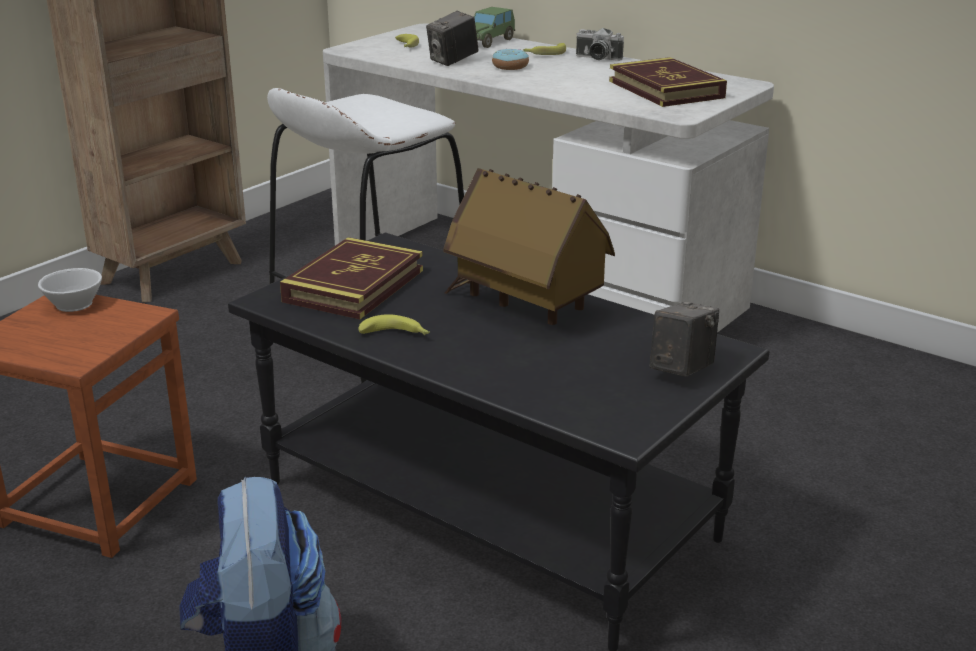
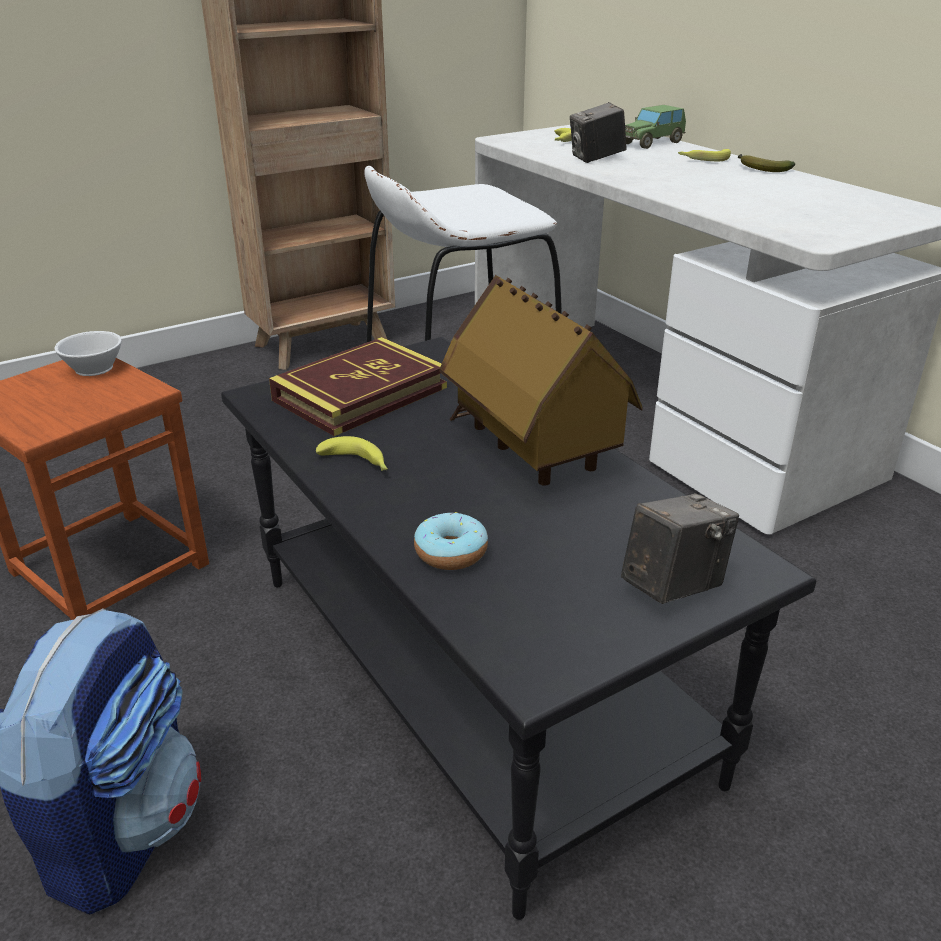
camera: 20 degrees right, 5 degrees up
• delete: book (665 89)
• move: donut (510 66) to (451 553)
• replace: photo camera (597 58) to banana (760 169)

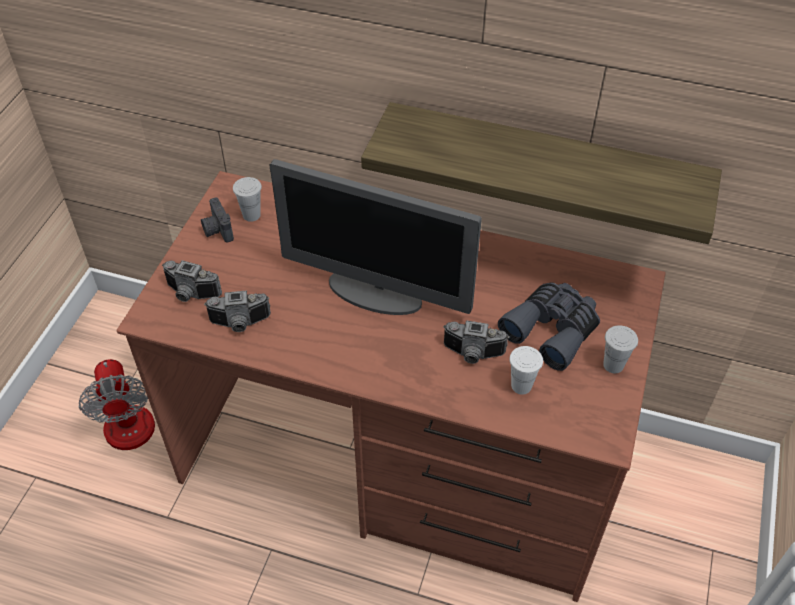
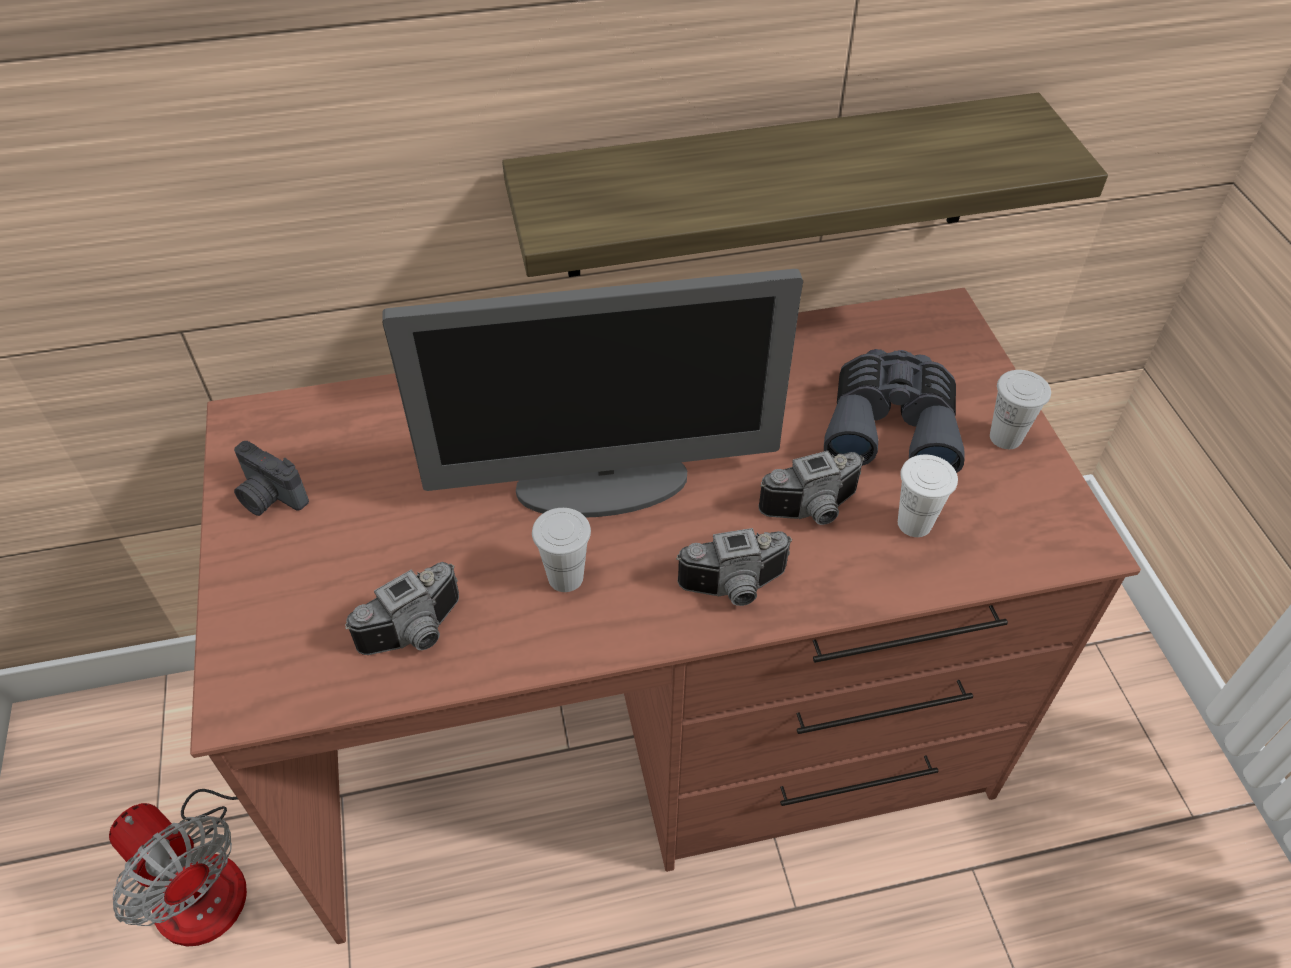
camera: 30 degrees left, 0 degrees up
• move: photo camera (190 294) to (735 589)
• move: cup in white (251 215) to (565 577)

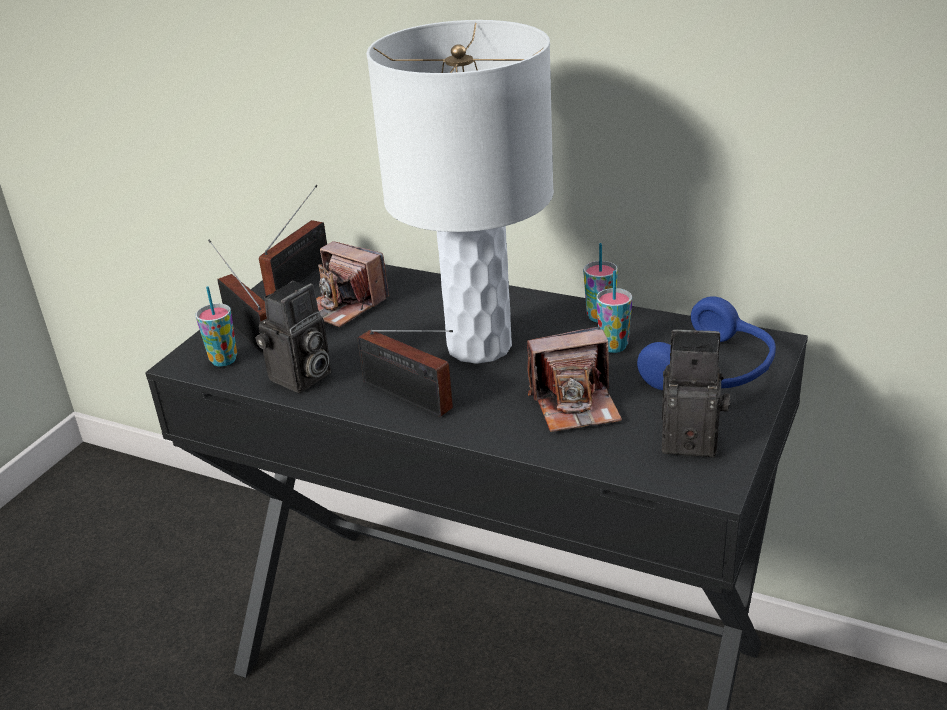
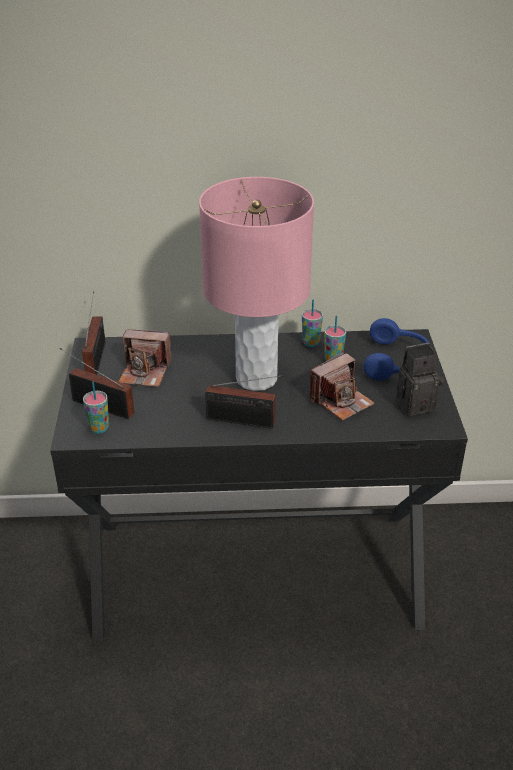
camera: 30 degrees left, 5 degrees up
• delete: photo camera (300 378)
• recolor: table lamp in white (479 346) to table lamp in pink (256 378)

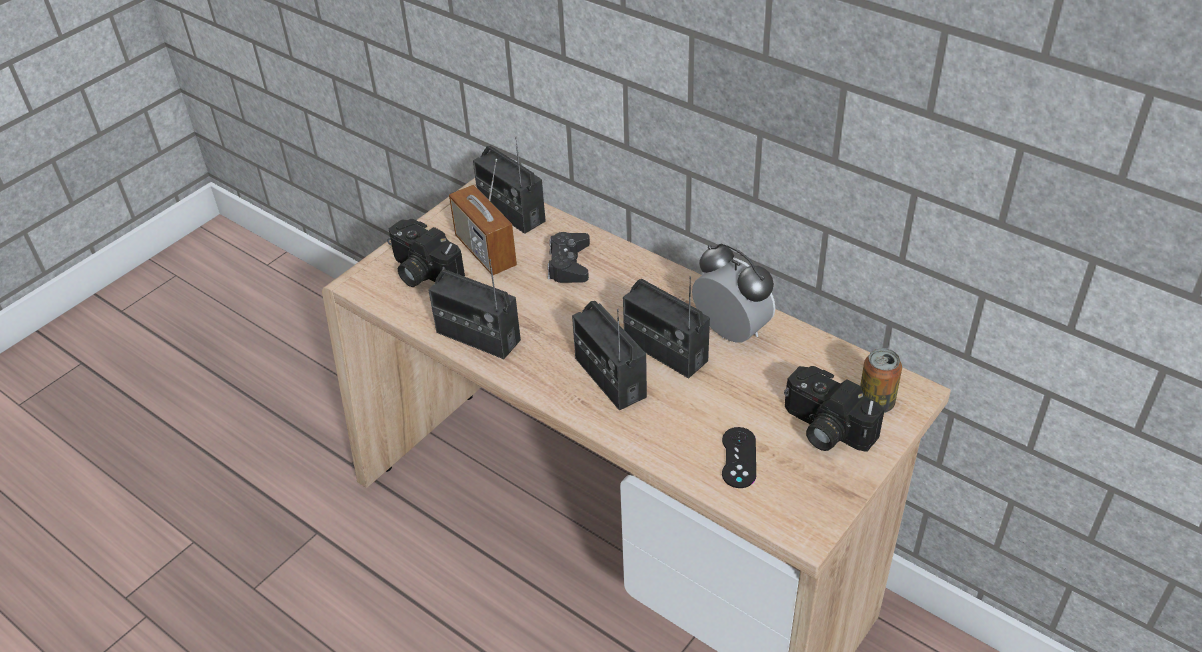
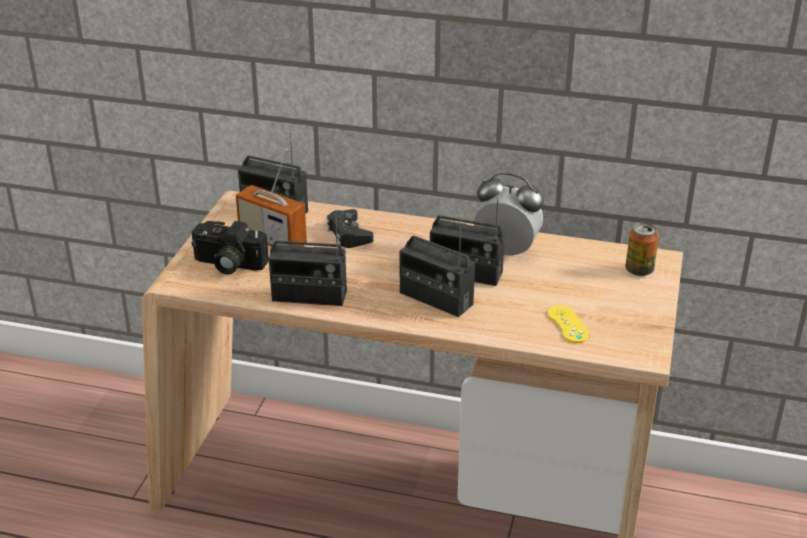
camera: 25 degrees left, 10 degrees down
• delete: photo camera (824 429)
• recolor: game controller in black (739 457) to game controller in yellow (568 324)

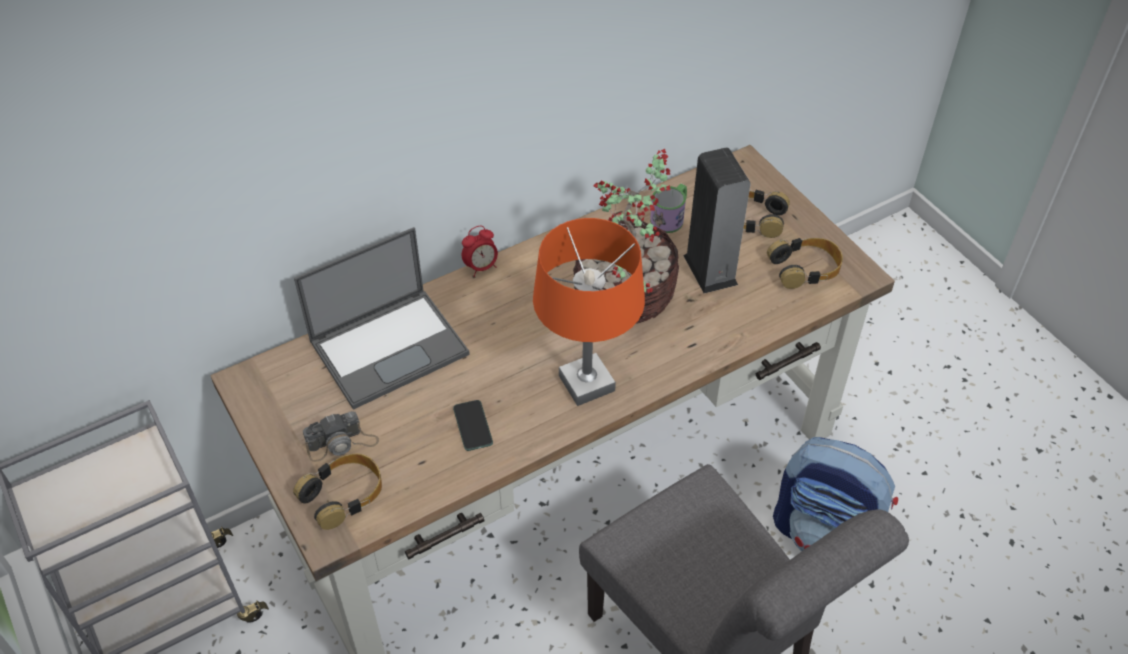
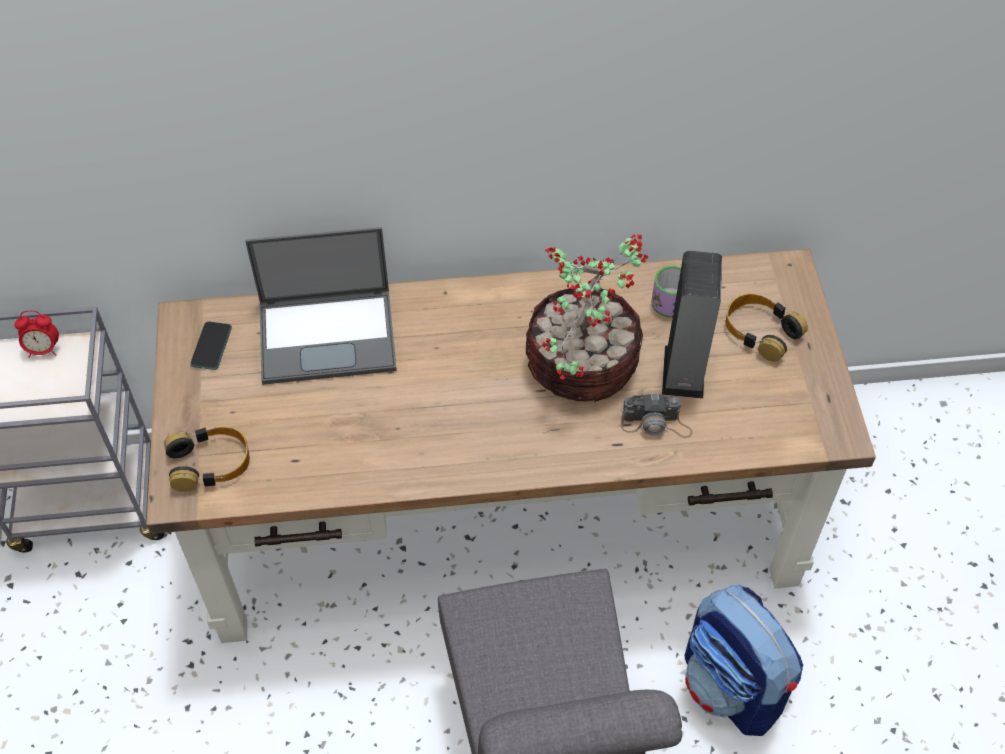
camera: 25 degrees right, 5 degrees up
• delete: table lamp in orange (586 383)
• delete: headphones (805 268)
• move: photo camera (342 443) to (656 423)
• move: phone (473 426) to (211 346)
• move: alarm clock (481 267) to (43 350)

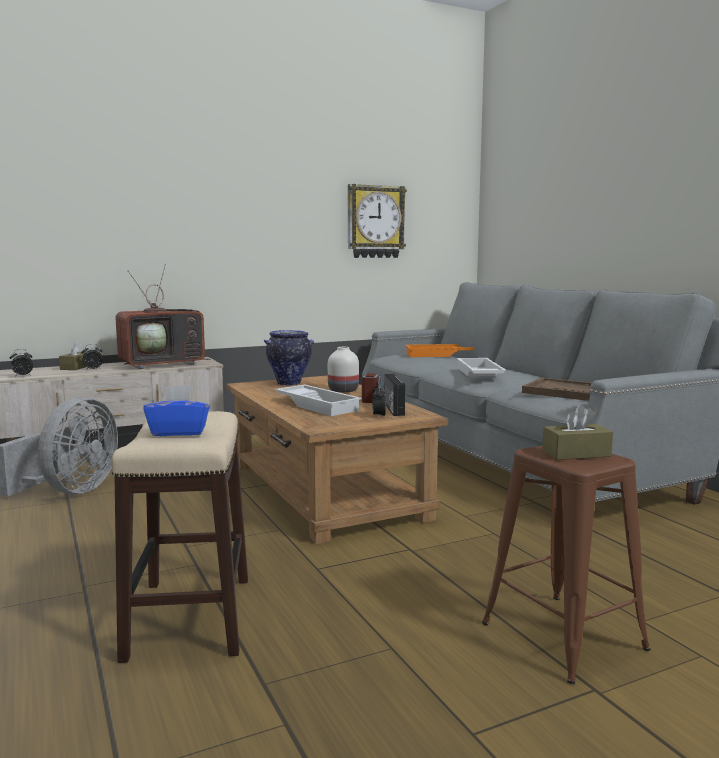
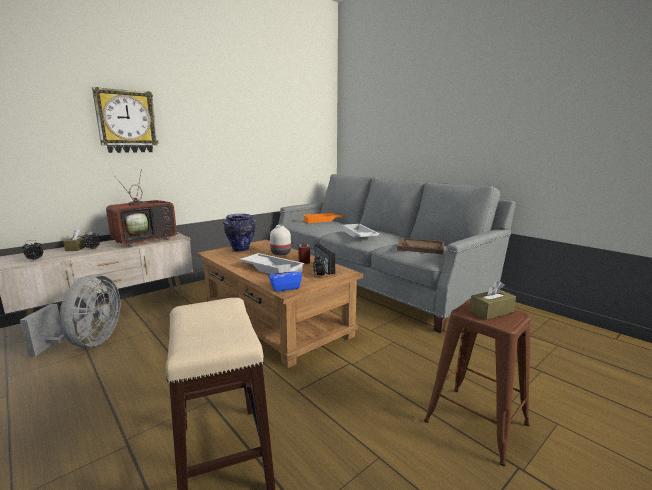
camera: 15 degrees left, 5 degrees up
• move: tissue box in blue (179 432) to (285 287)
• move: wall clock (375 222) to (126 122)

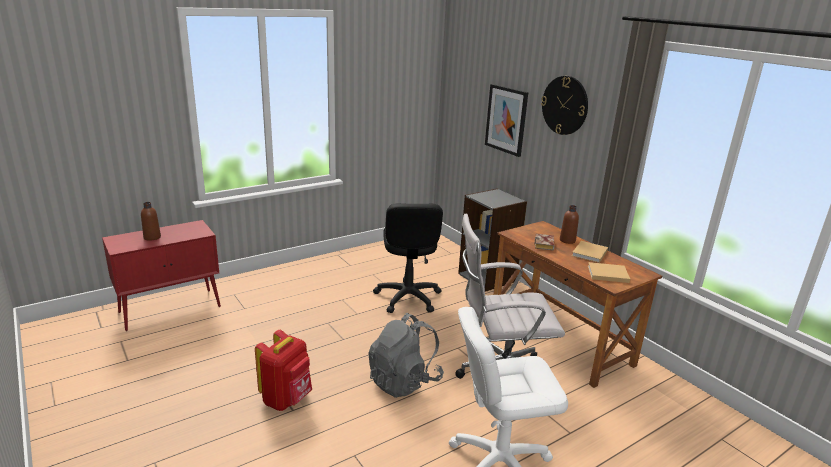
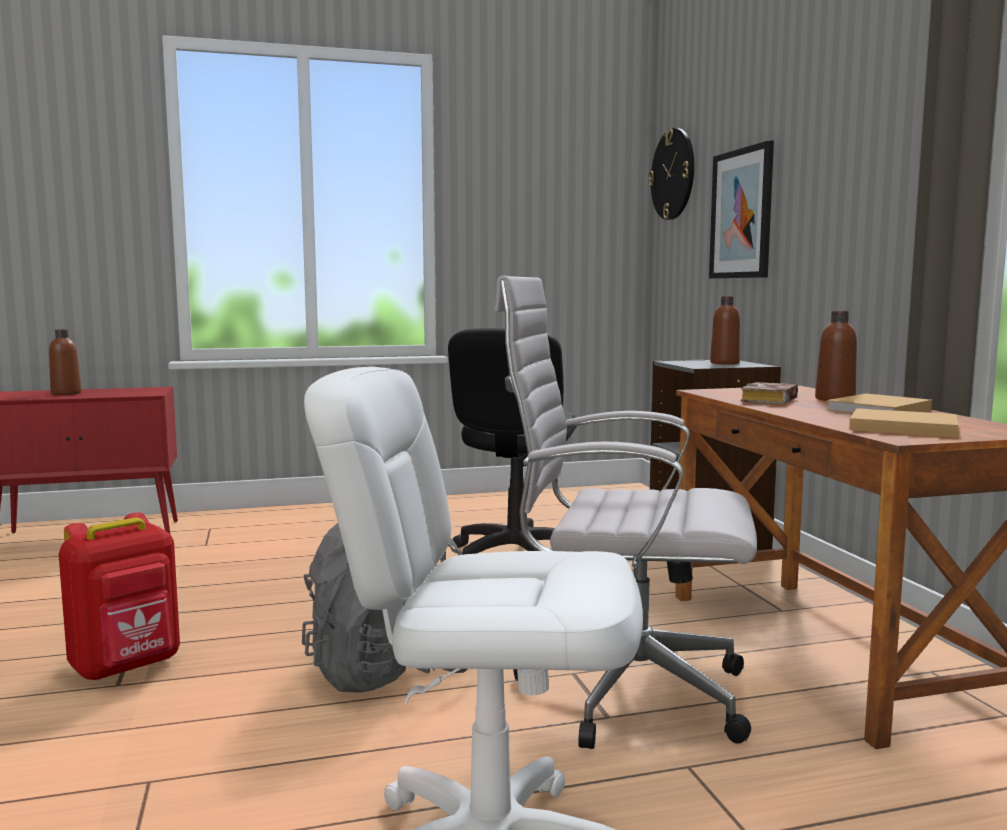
camera: 20 degrees right, 15 degrees down
• insert: bottle in brown (724 363)
• move: wall clock (565 105) to (673 174)

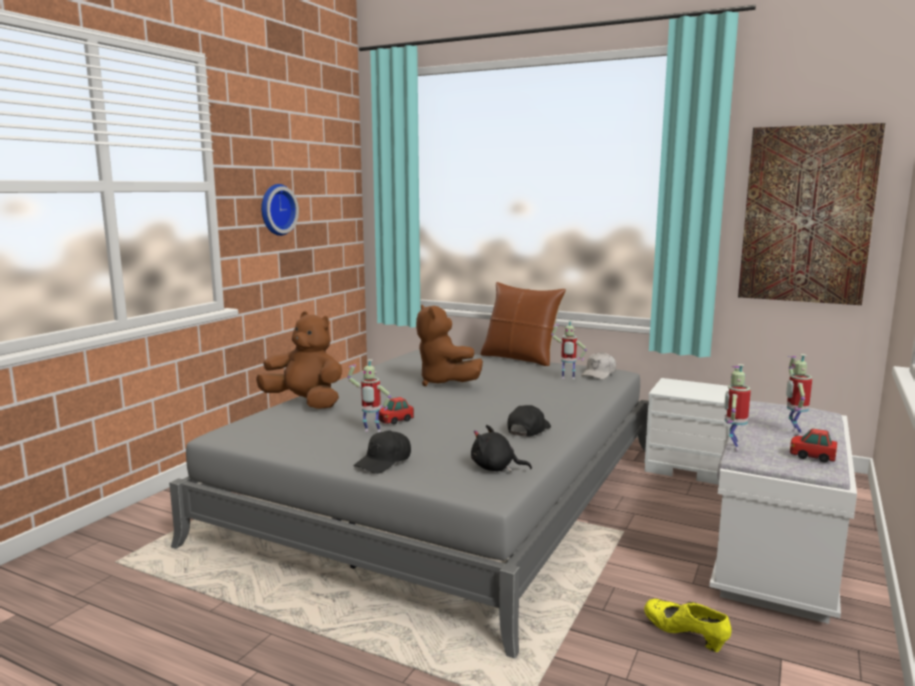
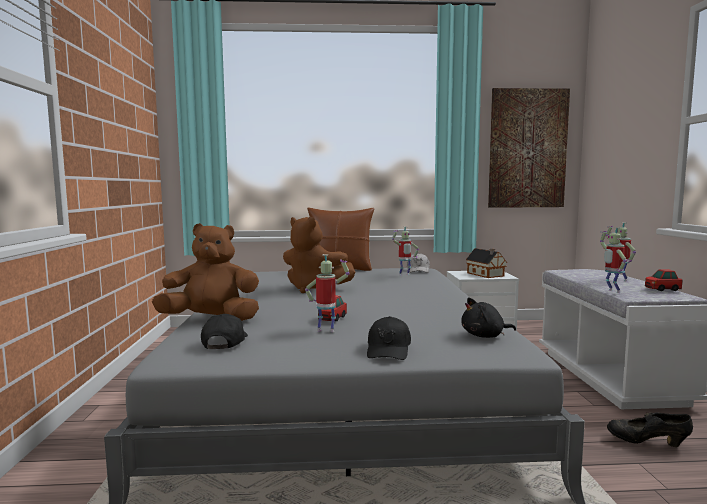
camera: 30 degrees left, 5 degrees down
• delete: wall clock (276 209)
• insert: toy house (486 275)
• move: cap in black (528 430) to (225 342)
• recolor: shoe in yellow (685 636) to shoe in black (647 443)
• rotate: toy robot (371 432) = (327 330) 150 degrees counterclockwise

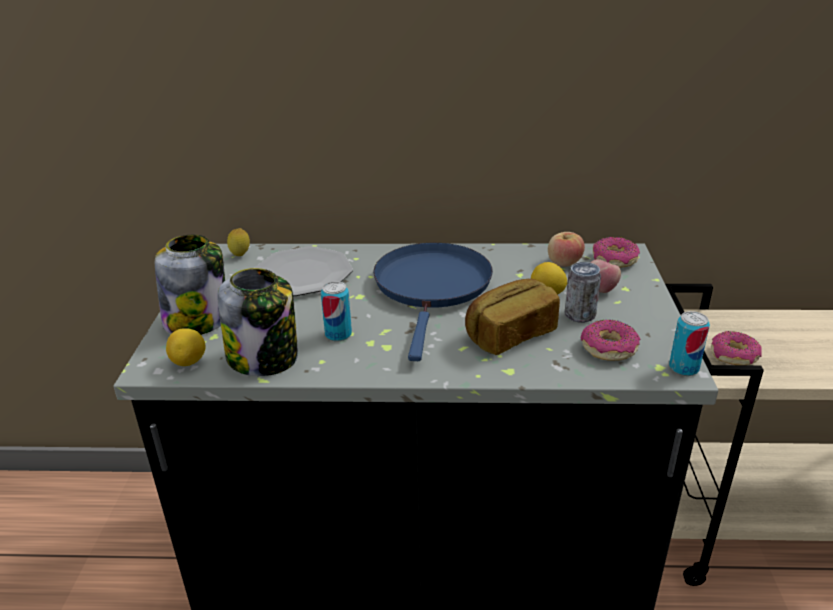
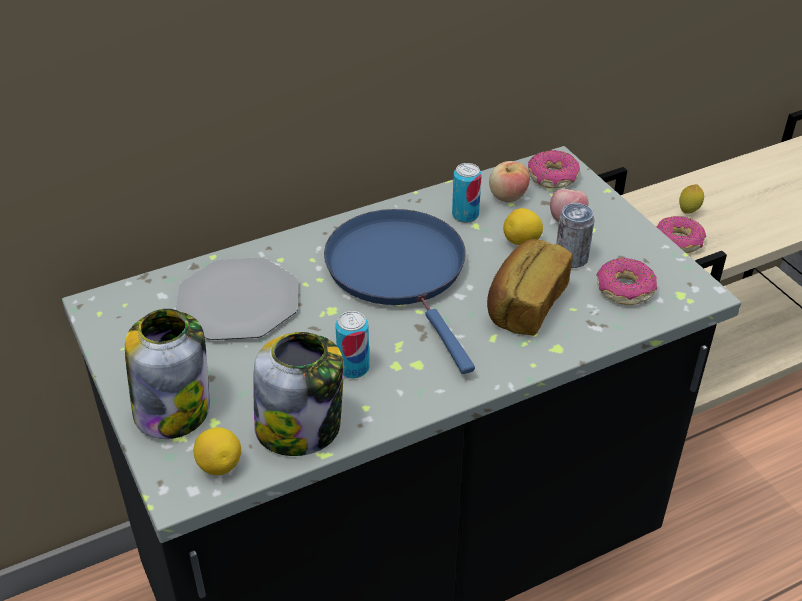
camera: 30 degrees left, 10 degrees up
• move: lemon (240 256) to (688 212)
• move: can (683 368) to (465 215)

